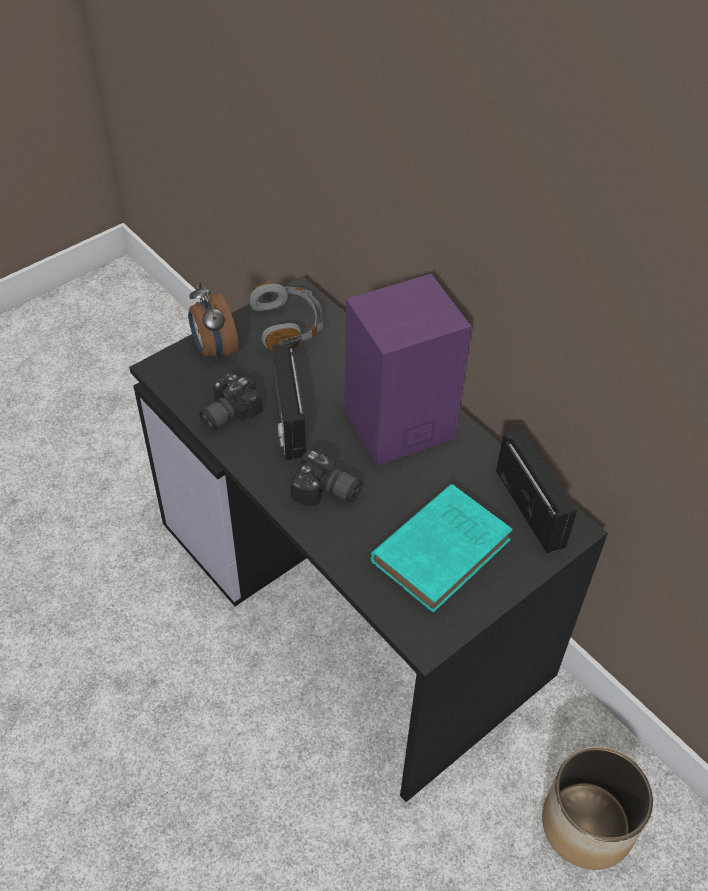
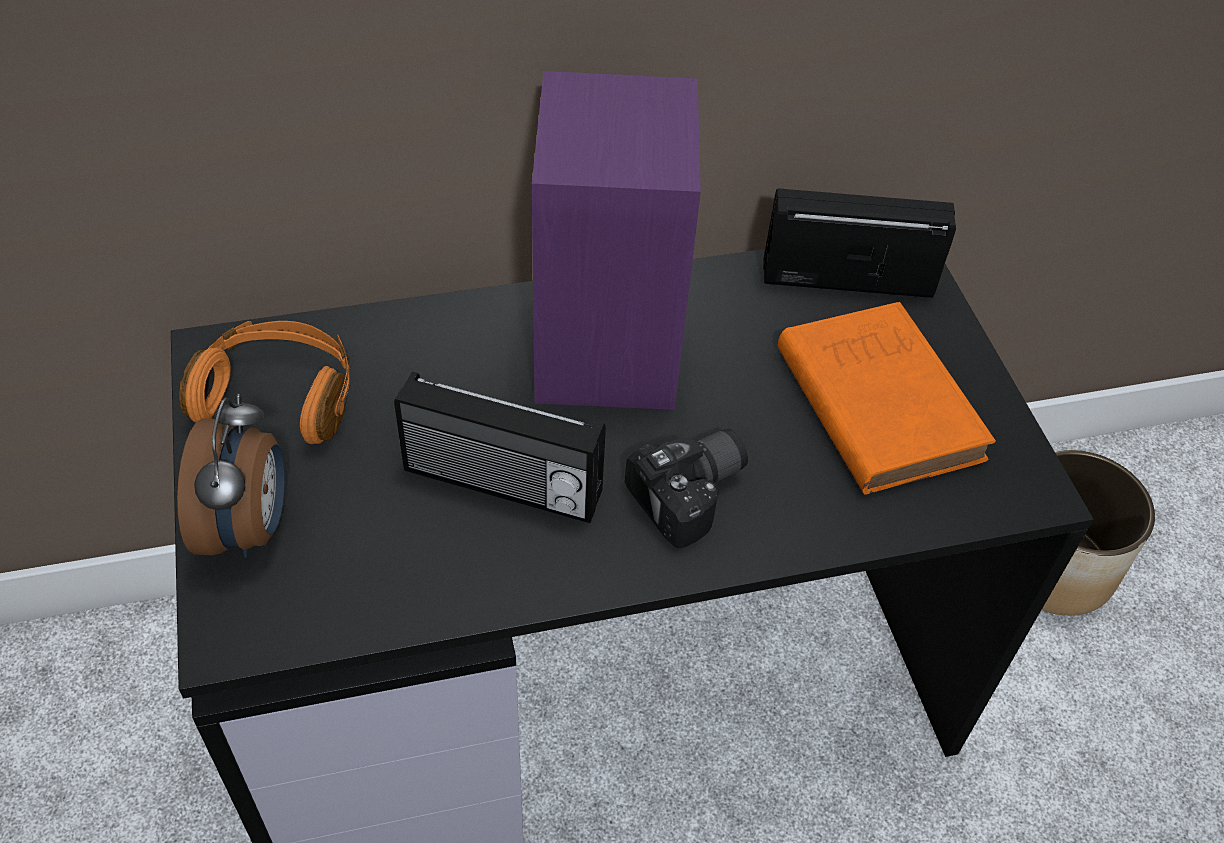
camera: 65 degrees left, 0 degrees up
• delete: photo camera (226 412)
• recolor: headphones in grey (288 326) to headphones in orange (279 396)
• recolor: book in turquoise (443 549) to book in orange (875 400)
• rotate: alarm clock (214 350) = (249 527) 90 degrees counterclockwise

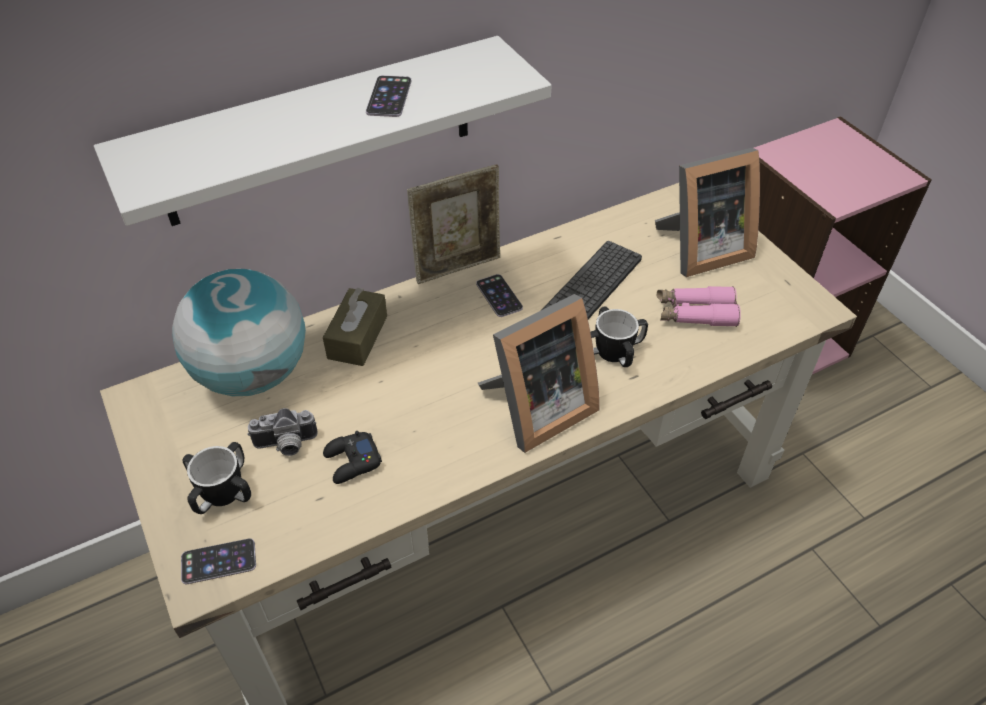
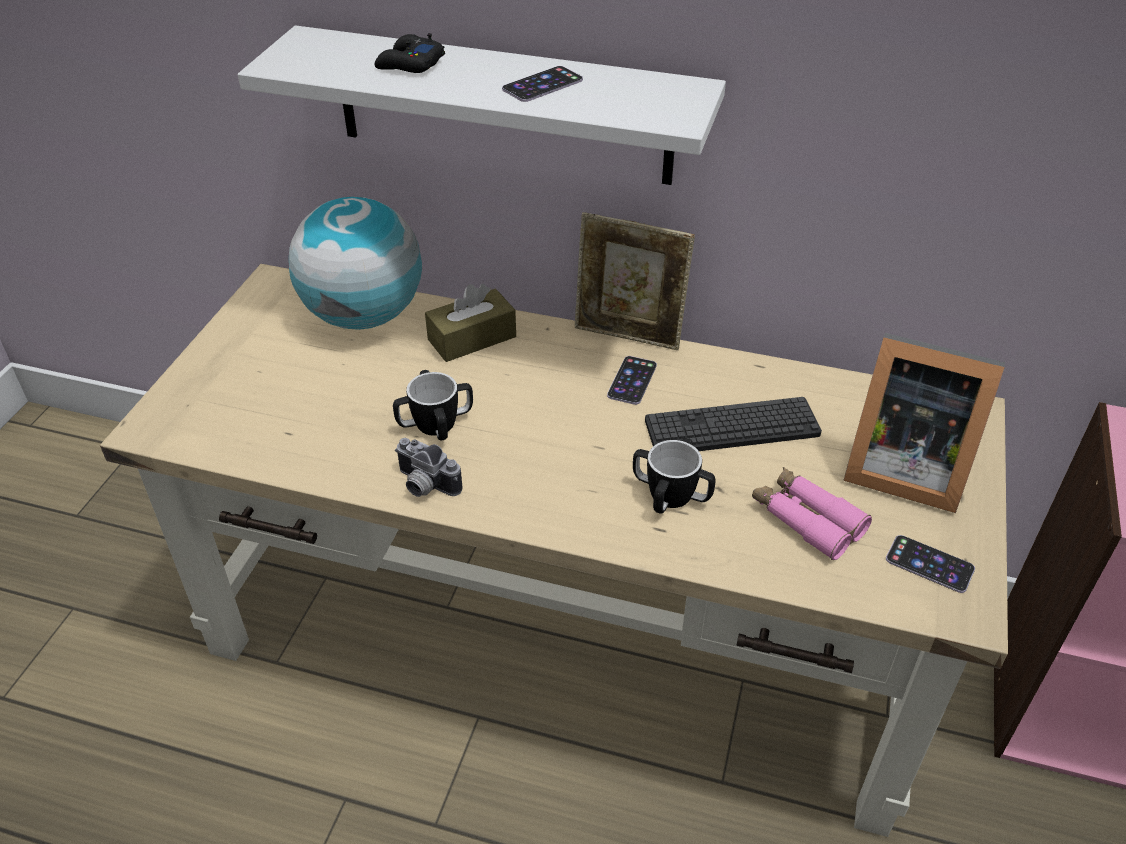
camera: 45 degrees right, 5 degrees down
• delete: picture frame (535 409)
• move: phone (218 561) to (929 564)
• move: mug (223 492) to (435 424)
• move: photo camera (286 445) to (423 486)
• move: game controller in black (352 462) to (409 64)

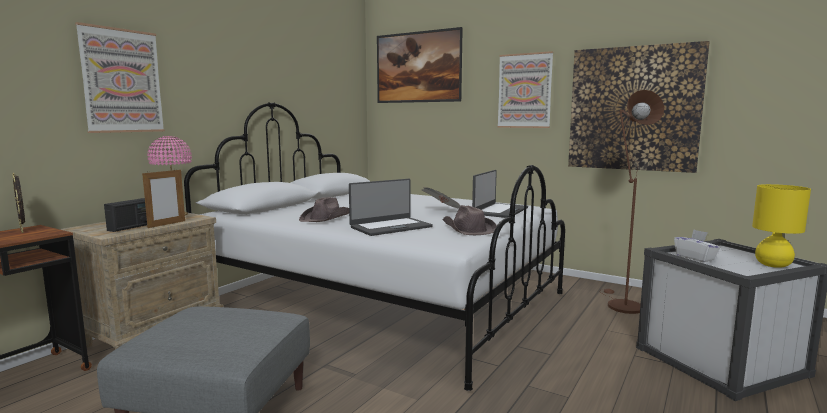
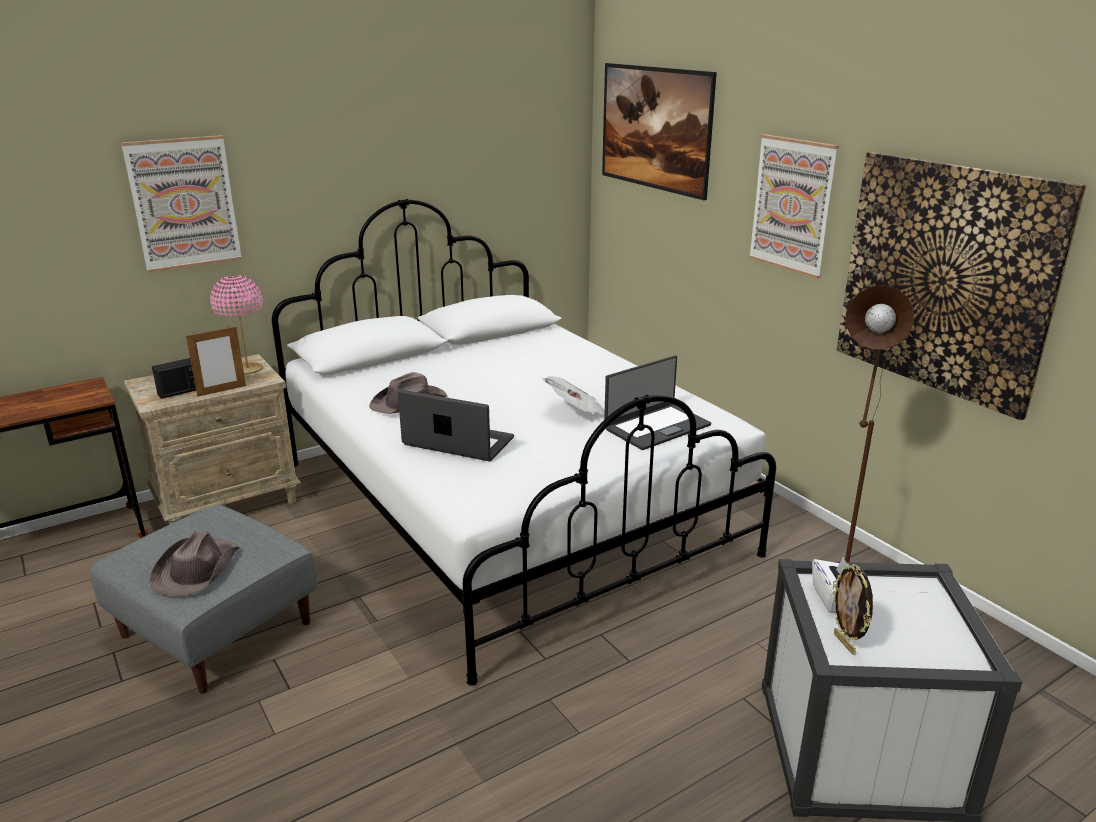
camera: 25 degrees right, 15 degrees up
• delete: table lamp in yellow (773 265)
• move: picture frame (23 231) to (845 644)
• move: hat in brown (468 229) to (196 569)
• rotate: laptop (390 227) = (457 442) 150 degrees counterclockwise

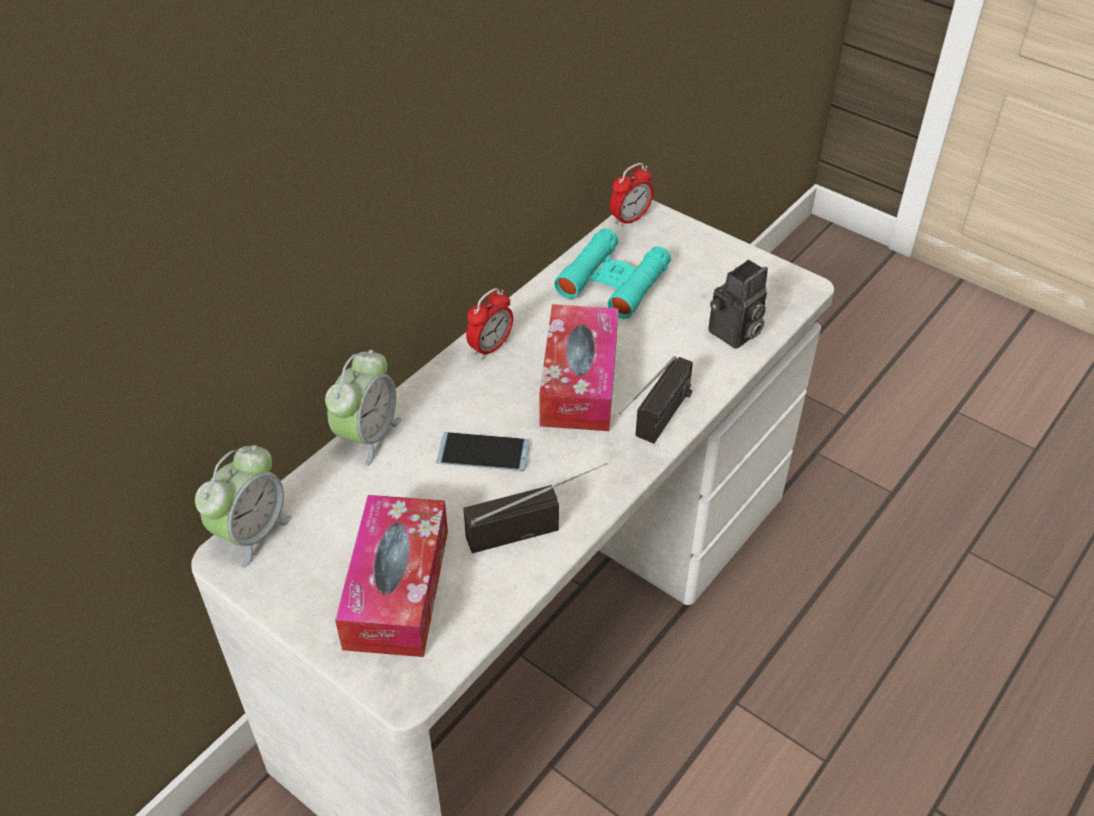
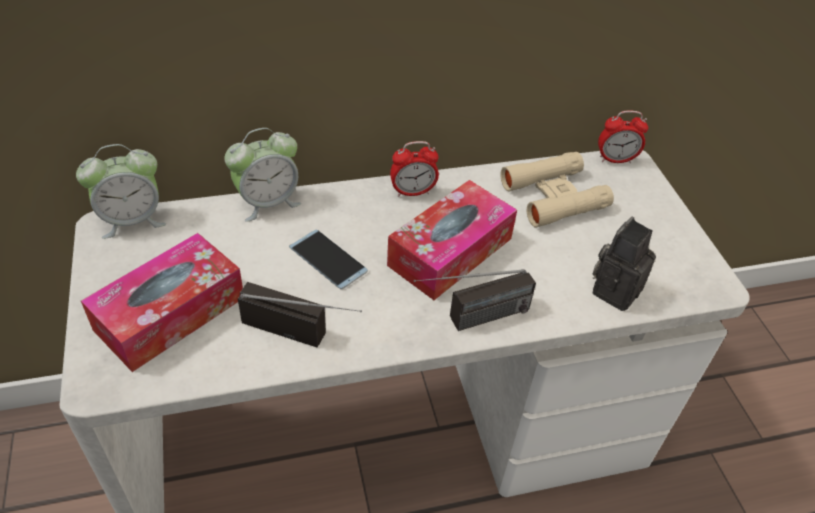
camera: 35 degrees right, 0 degrees up
• recolor: binoculars in turquoise (613 282) to binoculars in beige (553 196)
• rotate: photo camera (734 334) = (614 289) 135 degrees clockwise

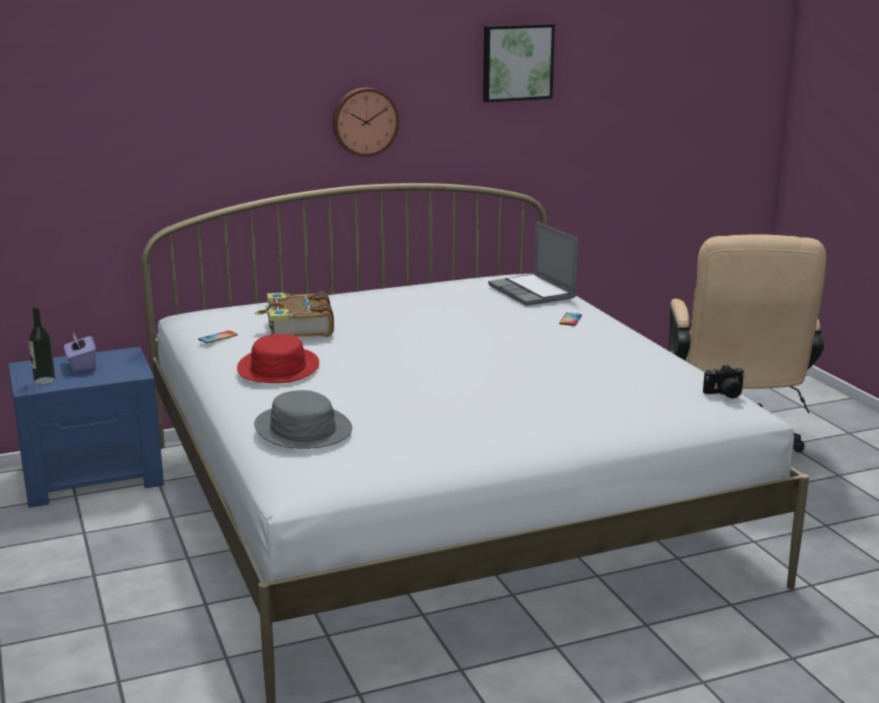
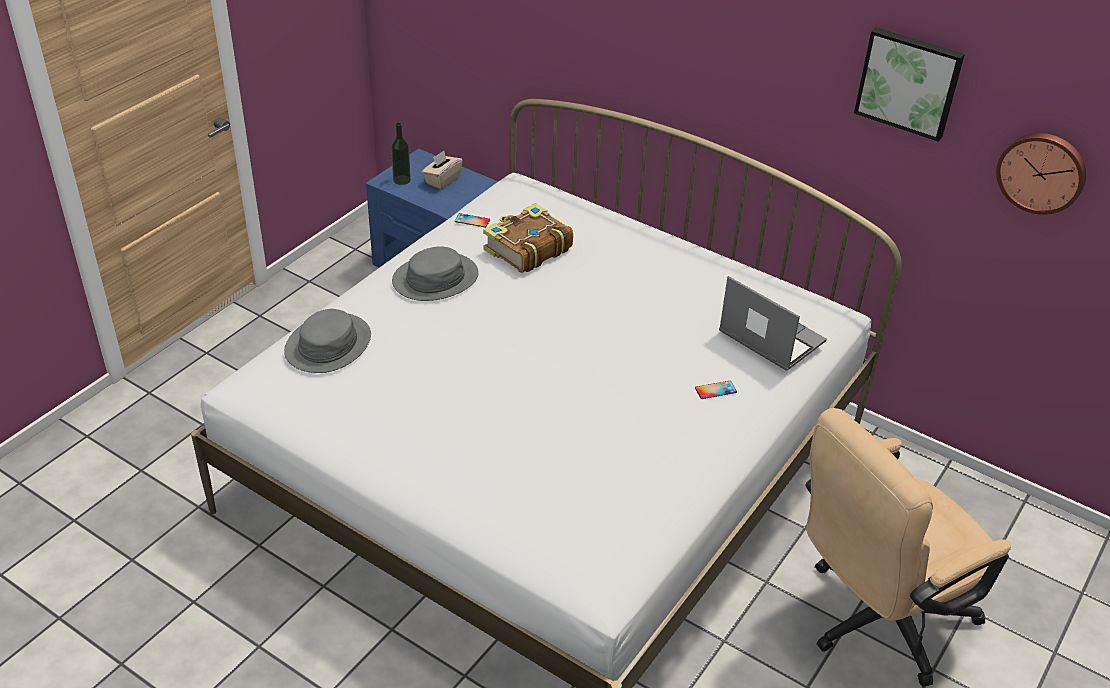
camera: 55 degrees right, 20 degrees up
• delete: photo camera (725 394)
• move: wall clock (364 121) to (1042 172)
• recolor: tissue box in purple (81 366) to tissue box in beige (442 180)
• recolor: hat in red (278 368) to hat in grey (435 278)
• rotate: laptop (533 292) = (769 338) 105 degrees clockwise

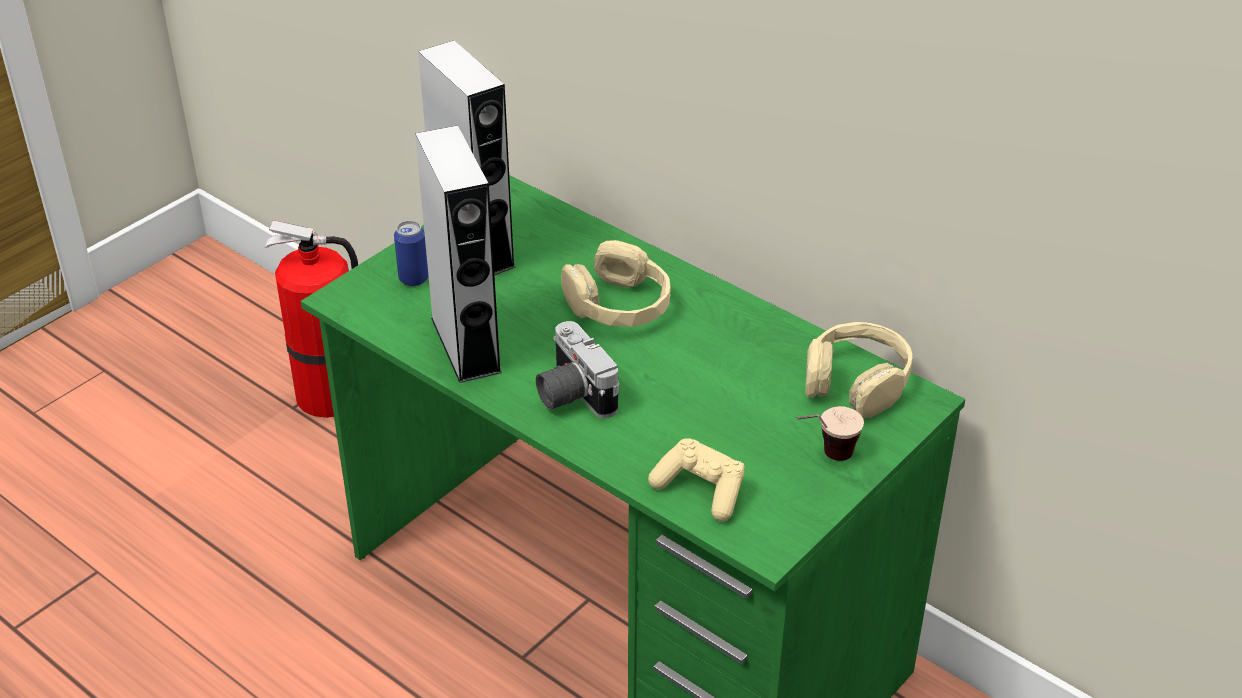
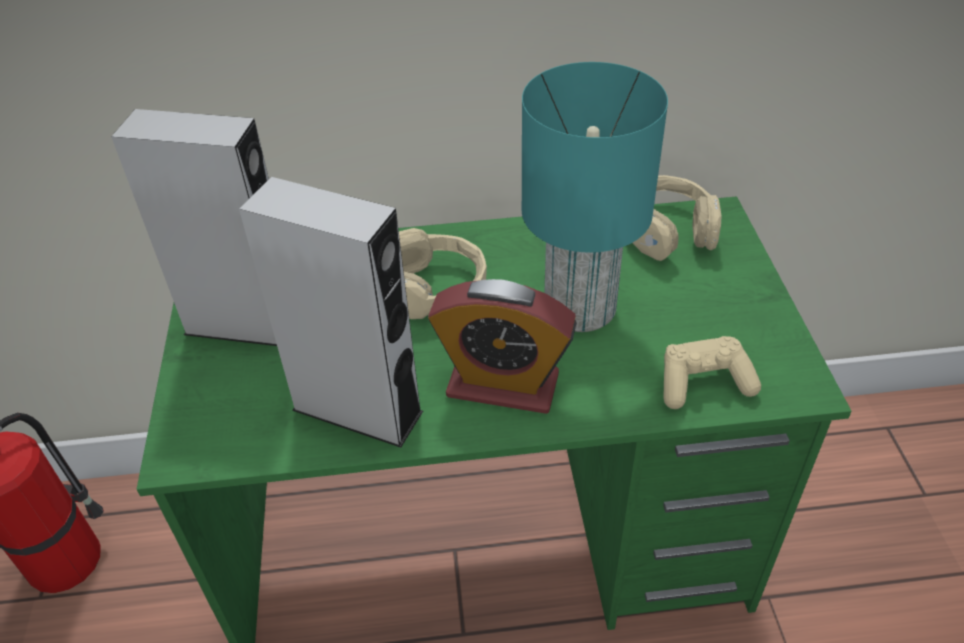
camera: 45 degrees left, 5 degrees up
• delete: can (413 279)
• delete: cup (824 458)
• insert: table lamp in turquoise (582 308)
• replace: photo camera (570 394) to alarm clock (502 385)

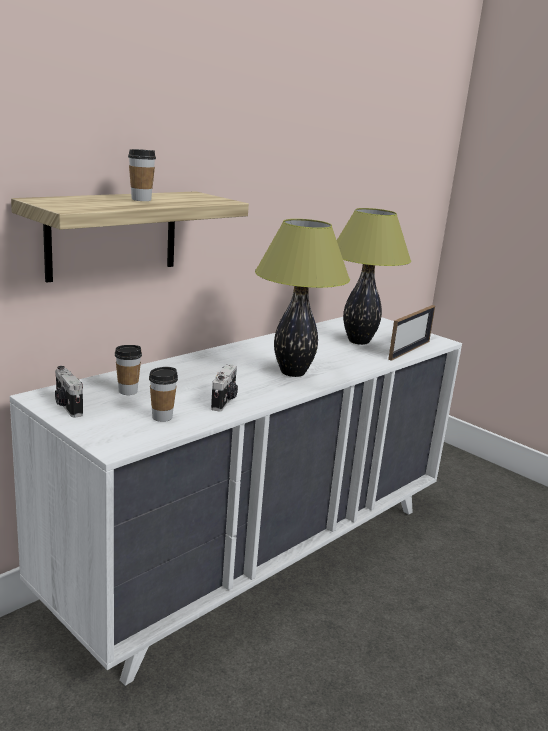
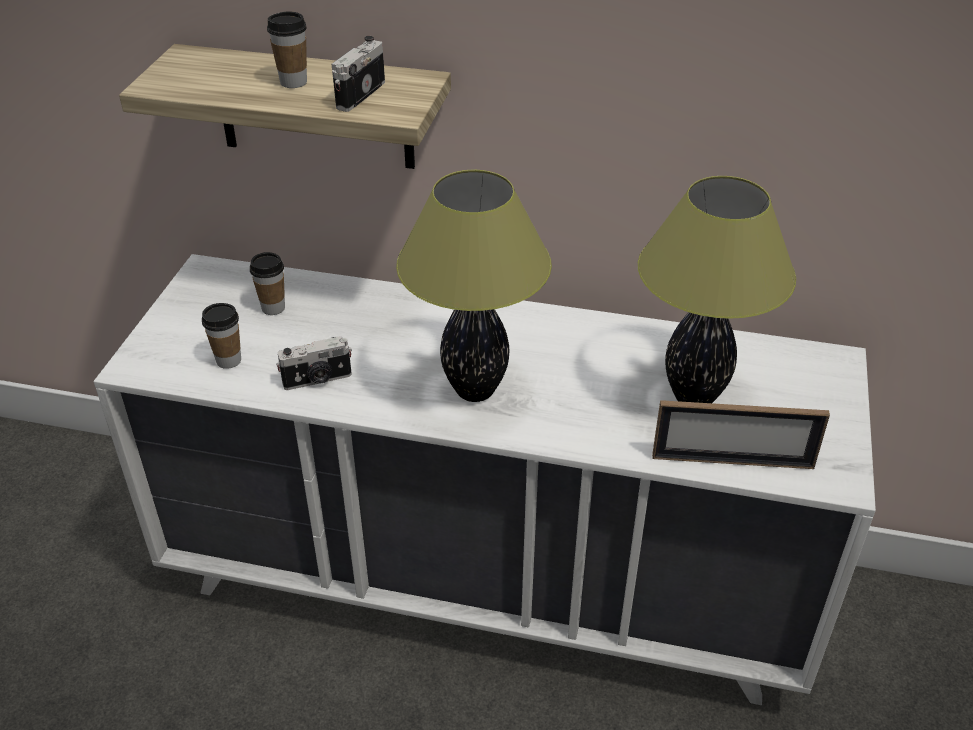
camera: 60 degrees right, 20 degrees up
• move: photo camera (67 406) to (358 94)

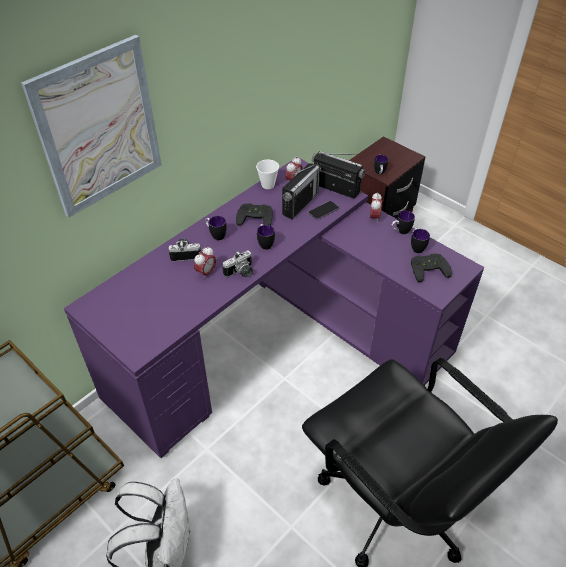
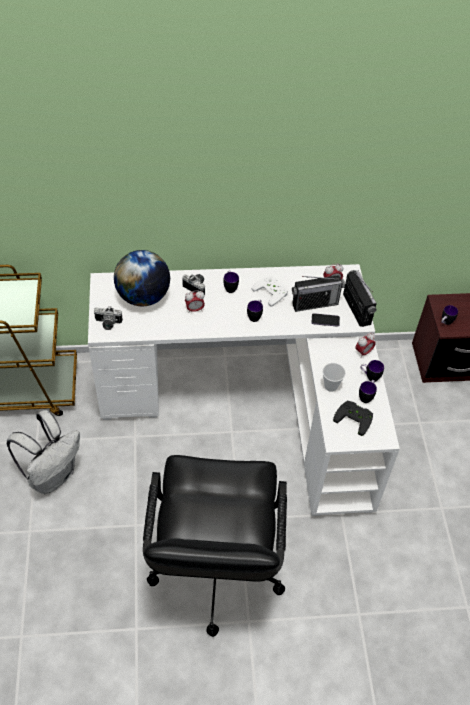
camera: 40 degrees right, 5 degrees up
• delete: picture (99 128)
• insert: globe (143 297)
• move: photo camera (241 273) to (107 324)
• move: cup (268 185) to (331 386)
• recolor: desk in purple (277 342) to desk in white (254 403)
• recolor: game controller in black (255 216) to game controller in white (272 291)

